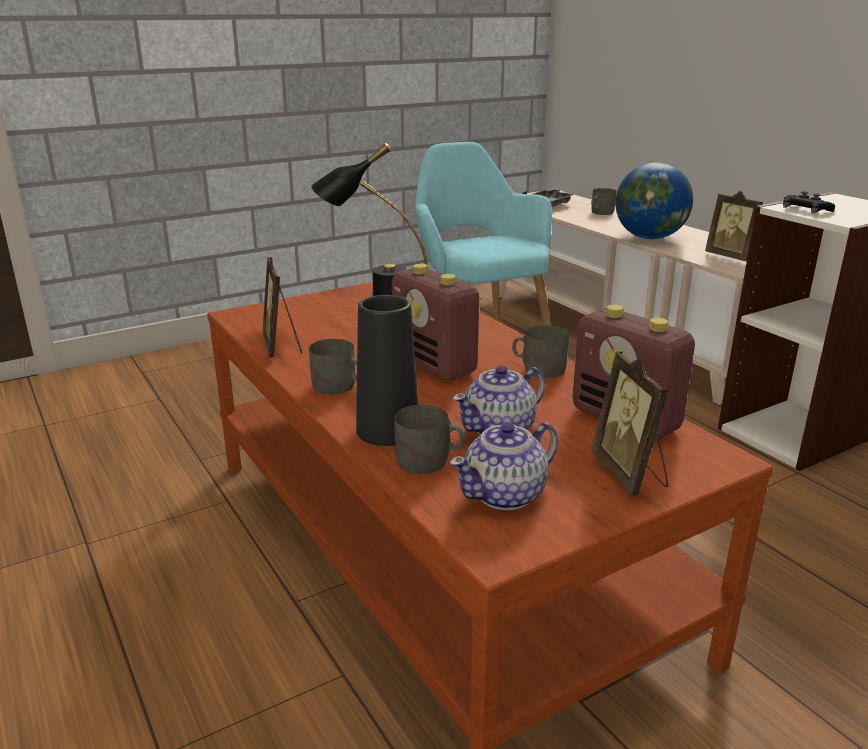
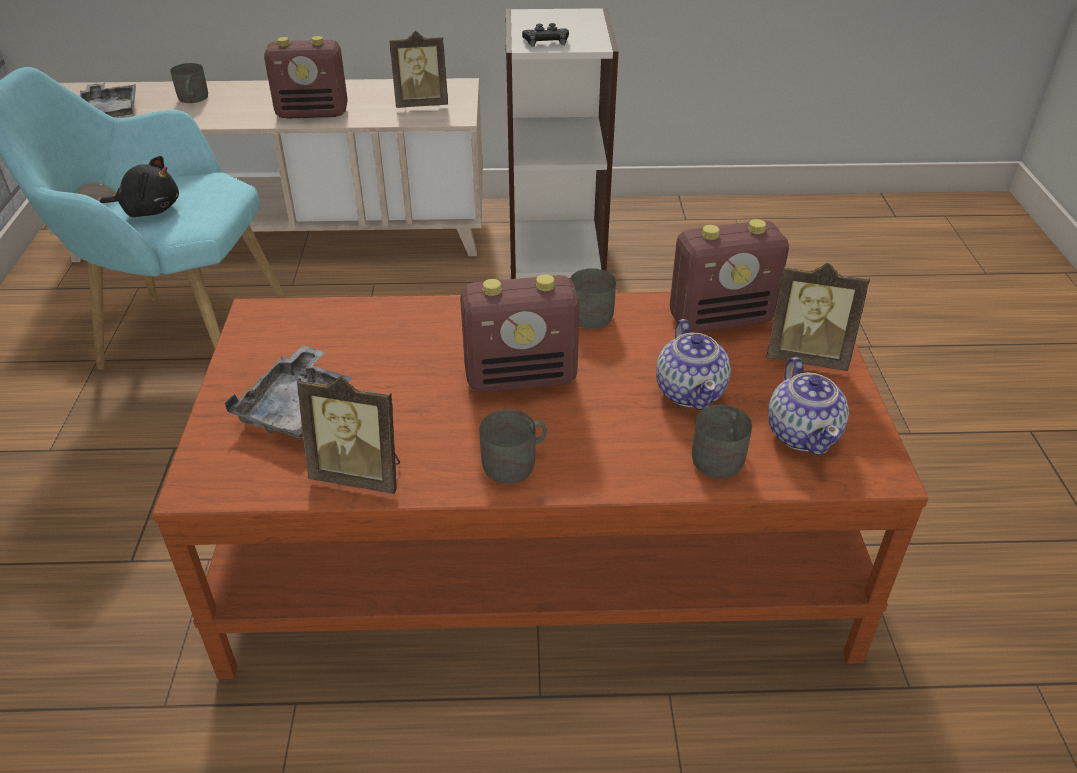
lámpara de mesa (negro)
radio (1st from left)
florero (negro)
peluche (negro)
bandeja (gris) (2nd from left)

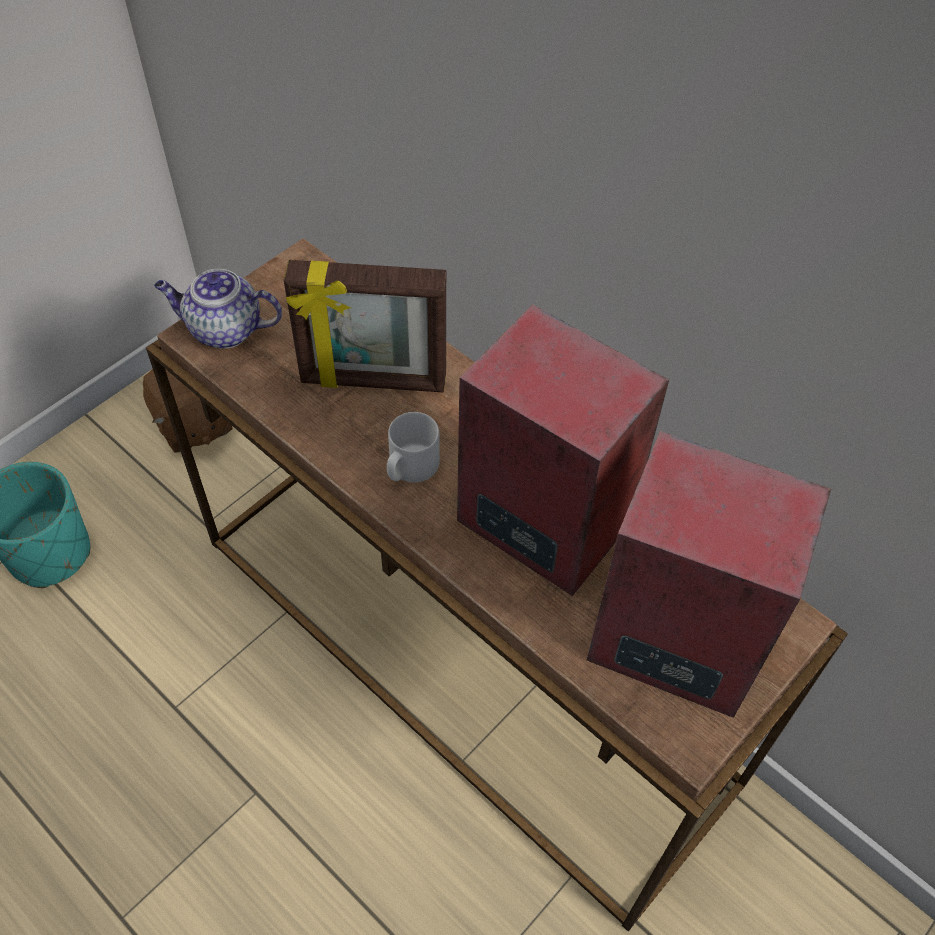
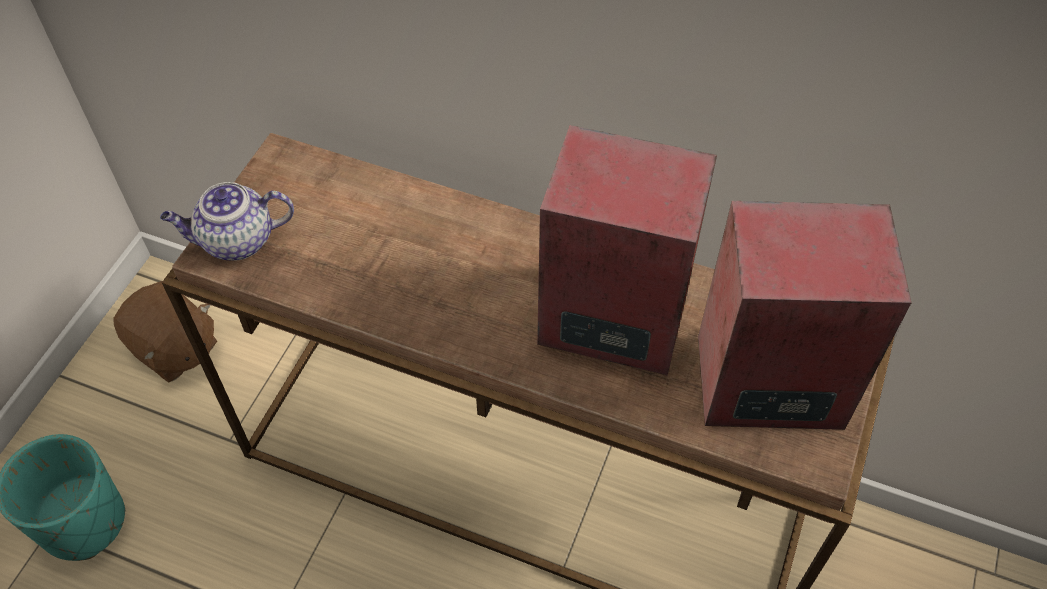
portarretratos
taza grande (gris)

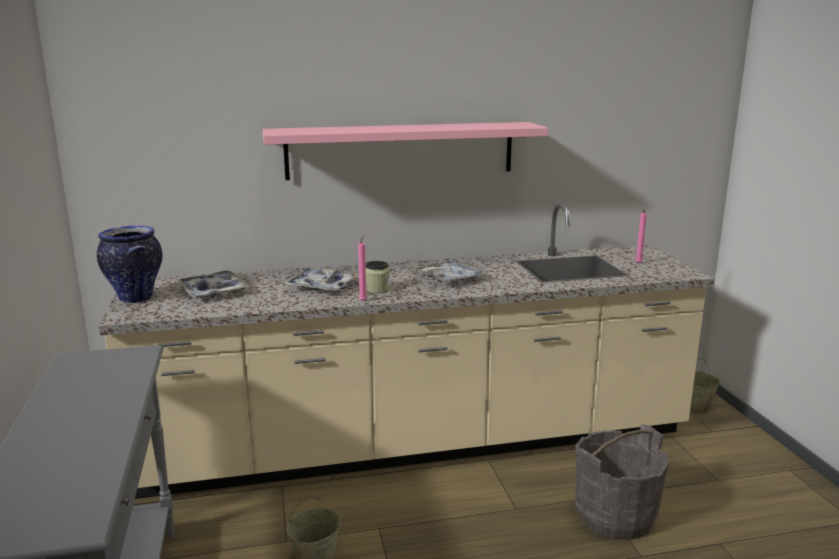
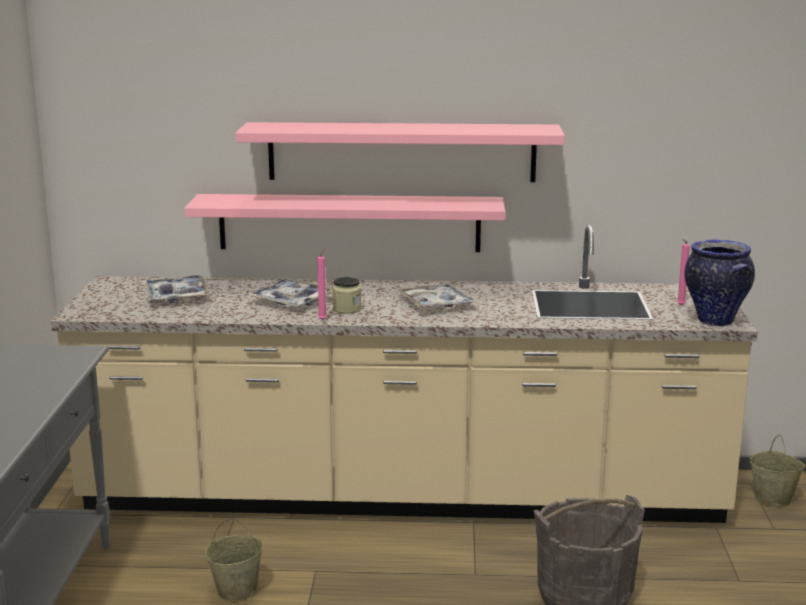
florero
estante (rosa) (1st from left)

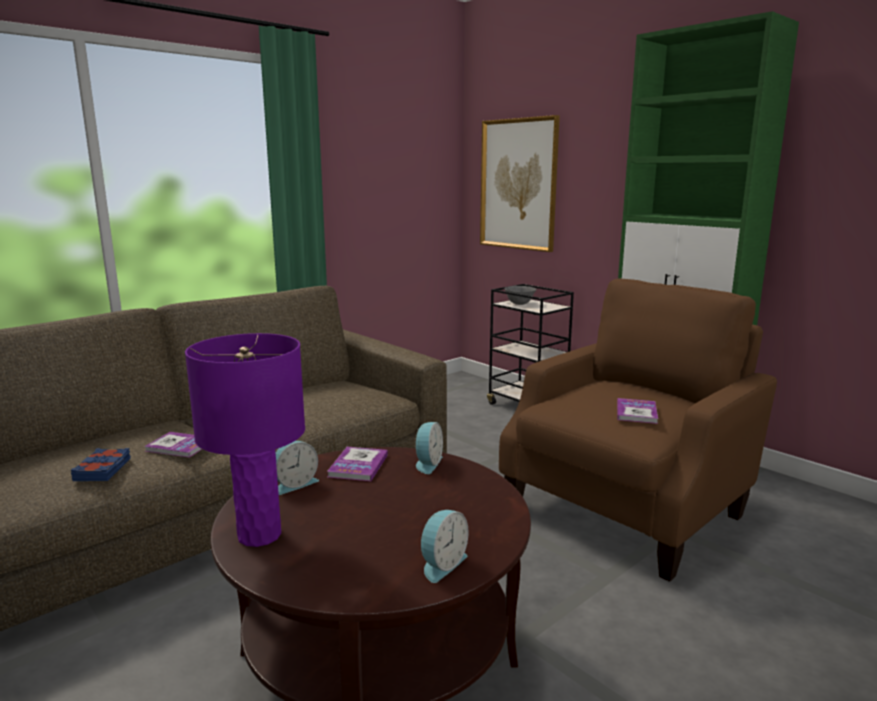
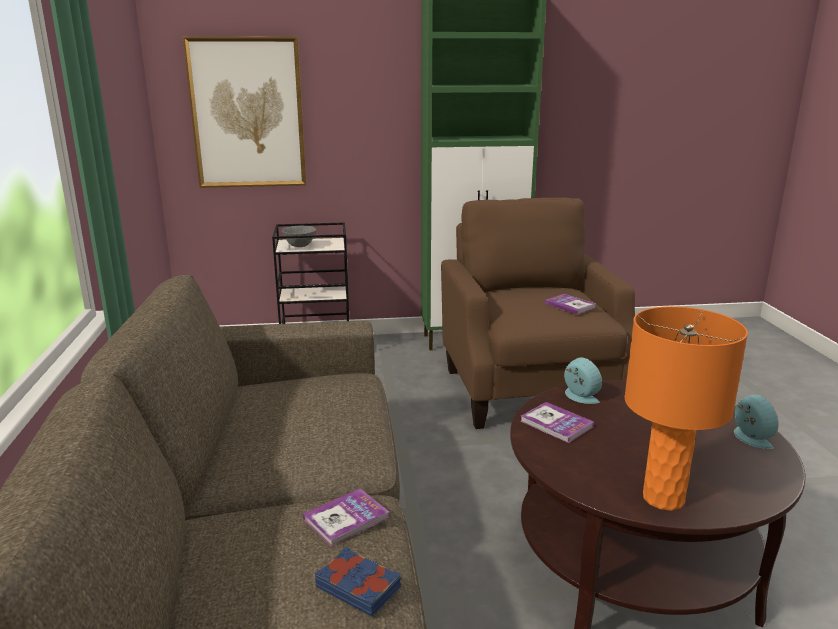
lámpara de mesa (naranja)
despertador (1st from left in the first image)

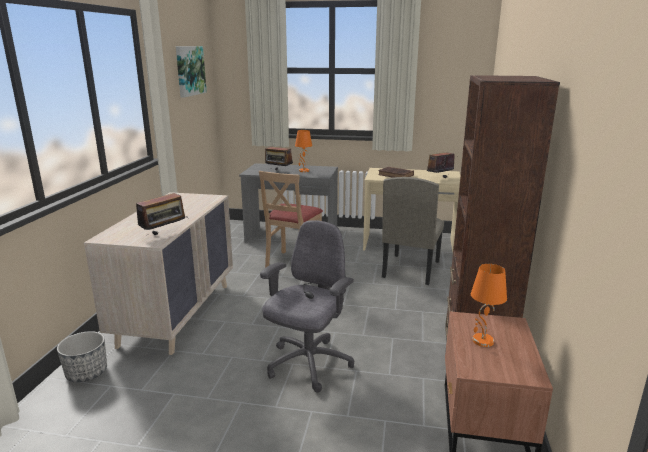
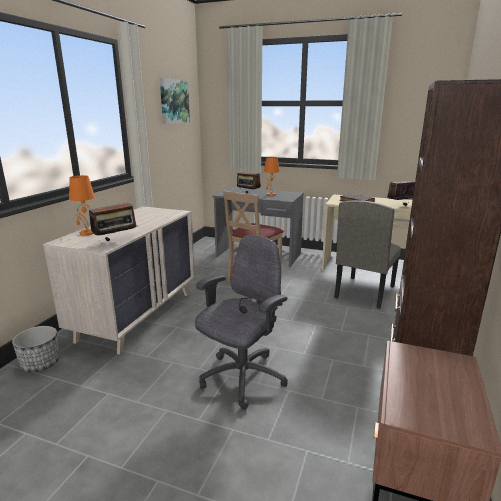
lámpara de mesa (naranja) (1st from left)

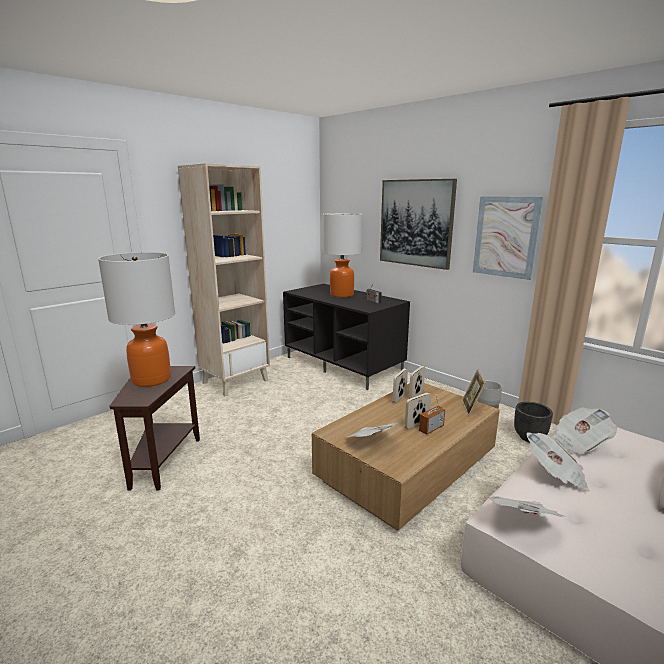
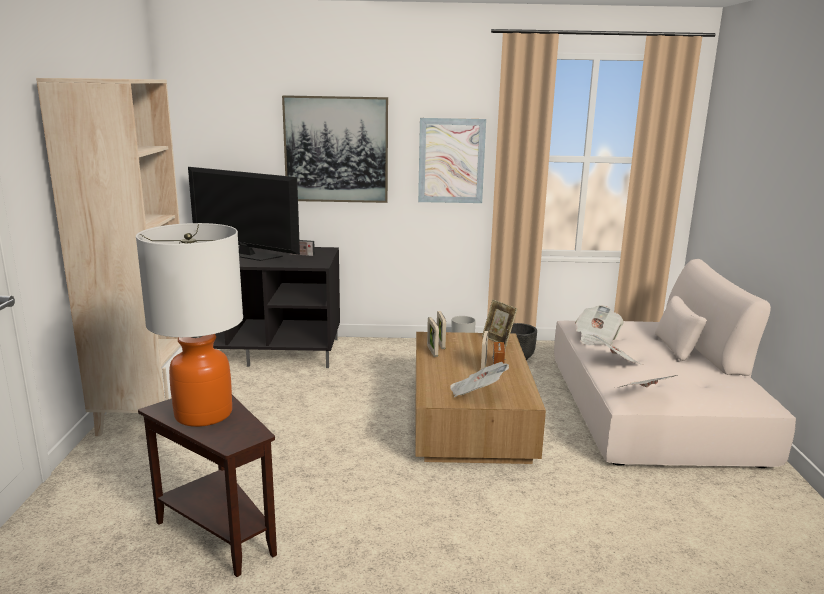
televisor

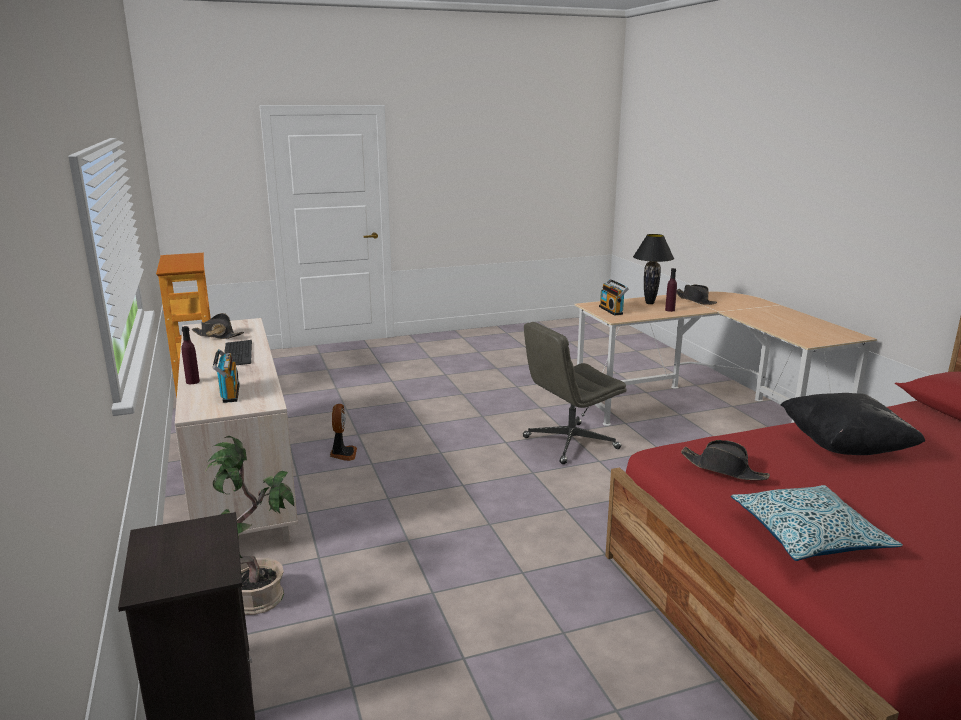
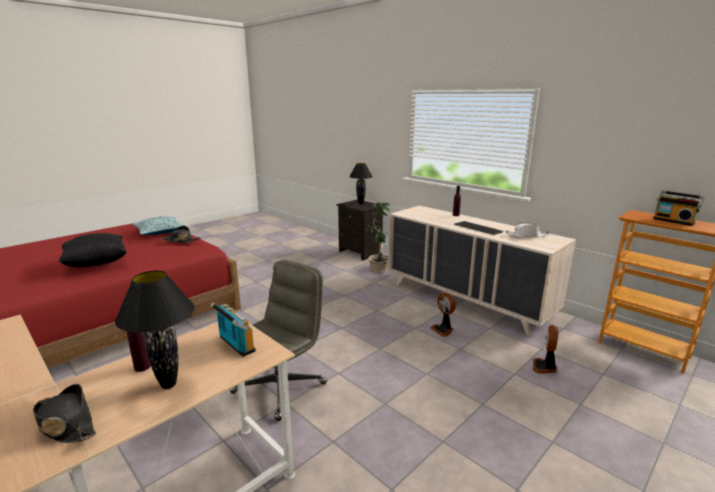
sombrero (blanco)
radio (2nd from left)
lámpara de mesa (negro) (2nd from left)
ventilador (2nd from left)

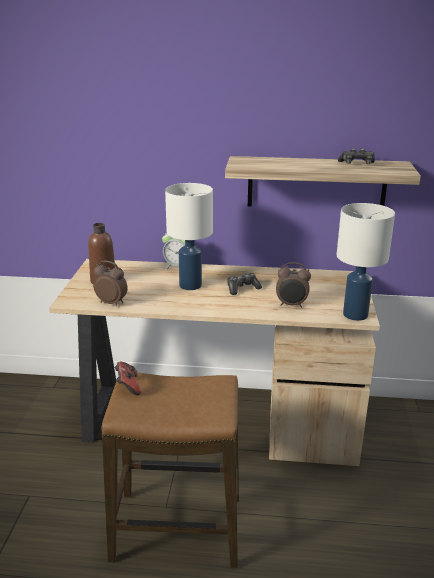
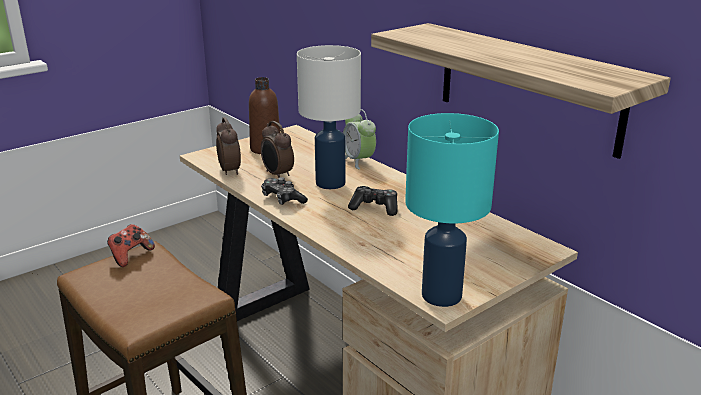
mando de consola (2nd from left)
lámpara de mesa (turquesa)
despertador (2nd from left)

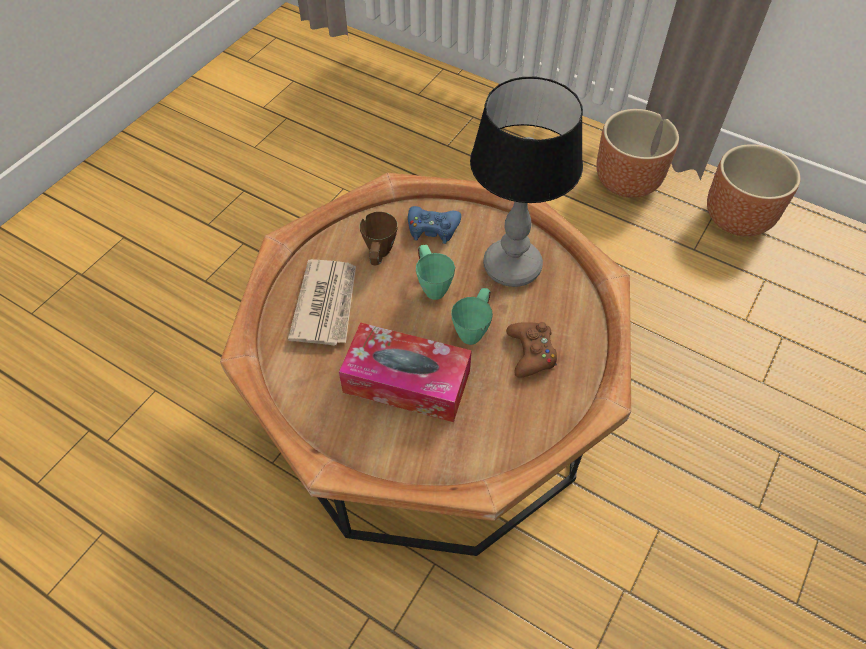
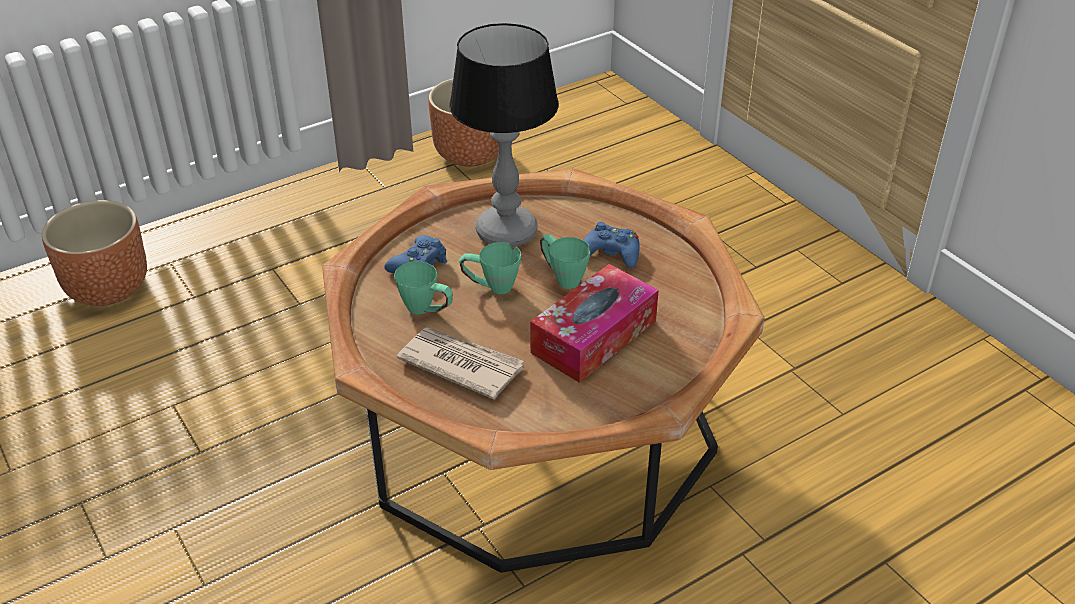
maceta (marrón) (1st from left)
taza grande (verde) (1st from left)
mando de consola (azul) (2nd from left)

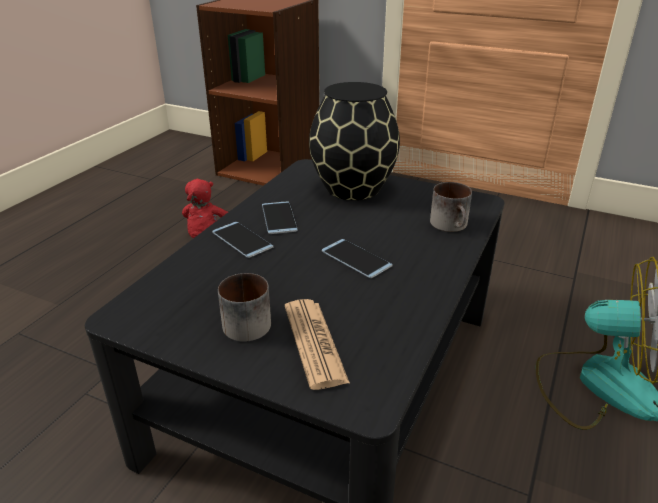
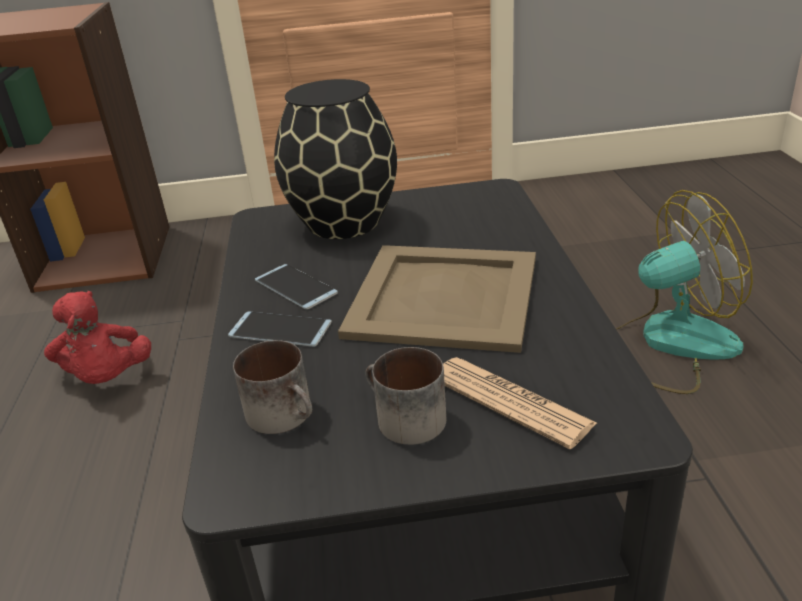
taza grande (1st from left)
bandeja (beis)

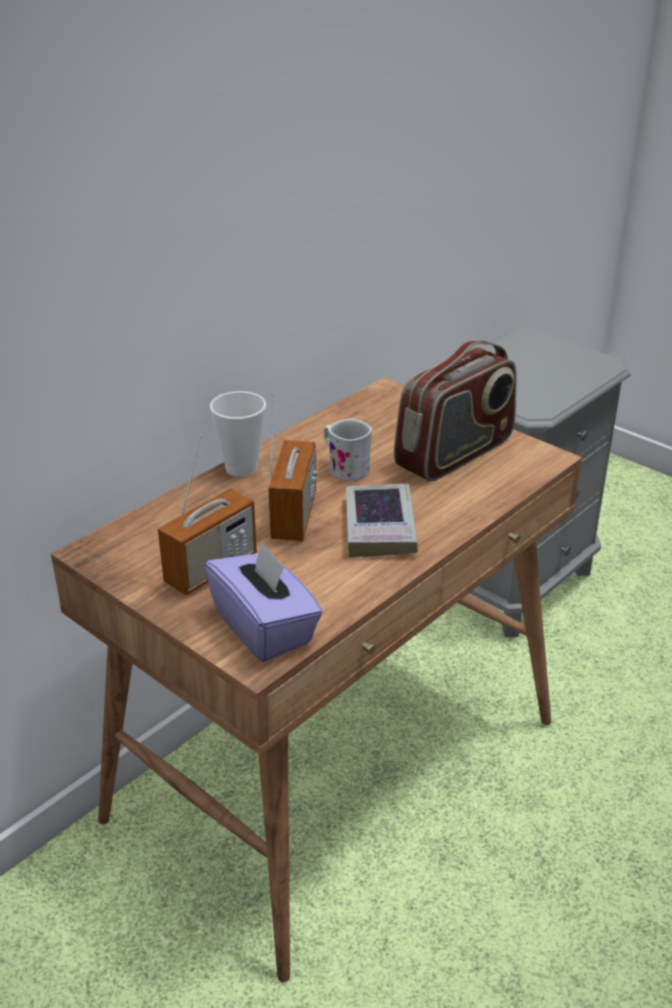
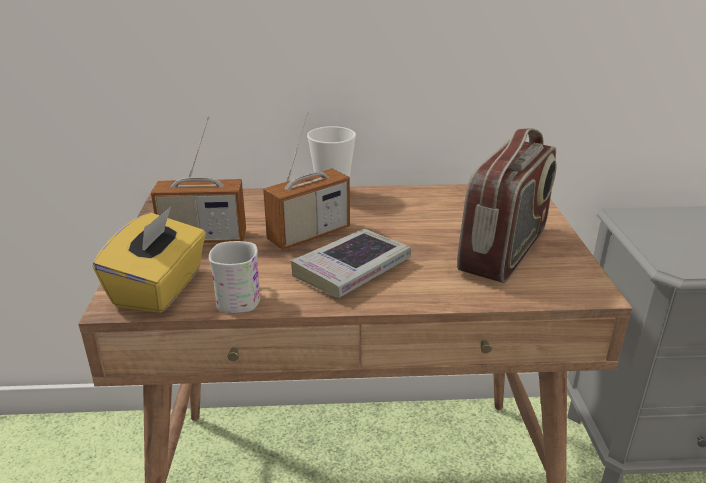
radio (3rd from left)
taza grande (blanco)
caja de pañuelos (amarillo)

